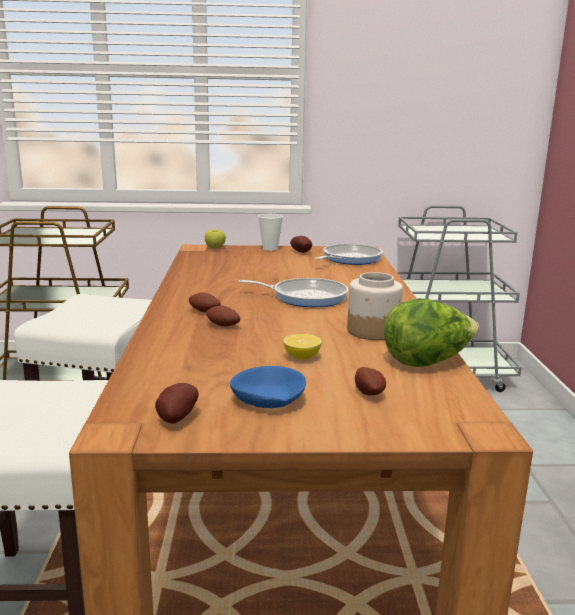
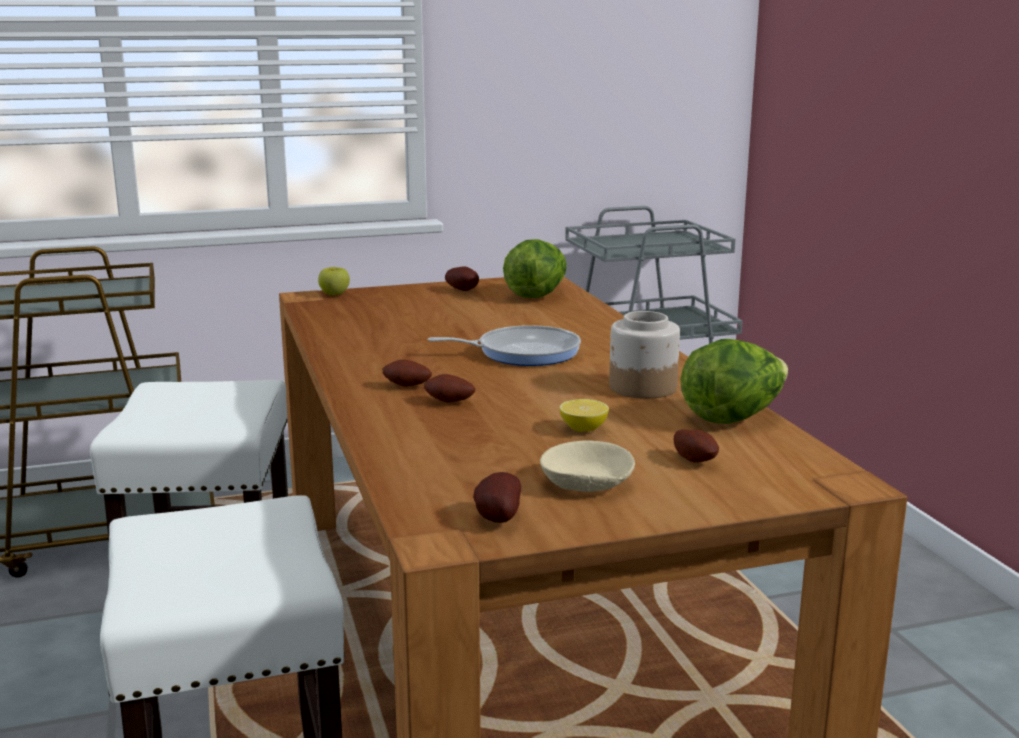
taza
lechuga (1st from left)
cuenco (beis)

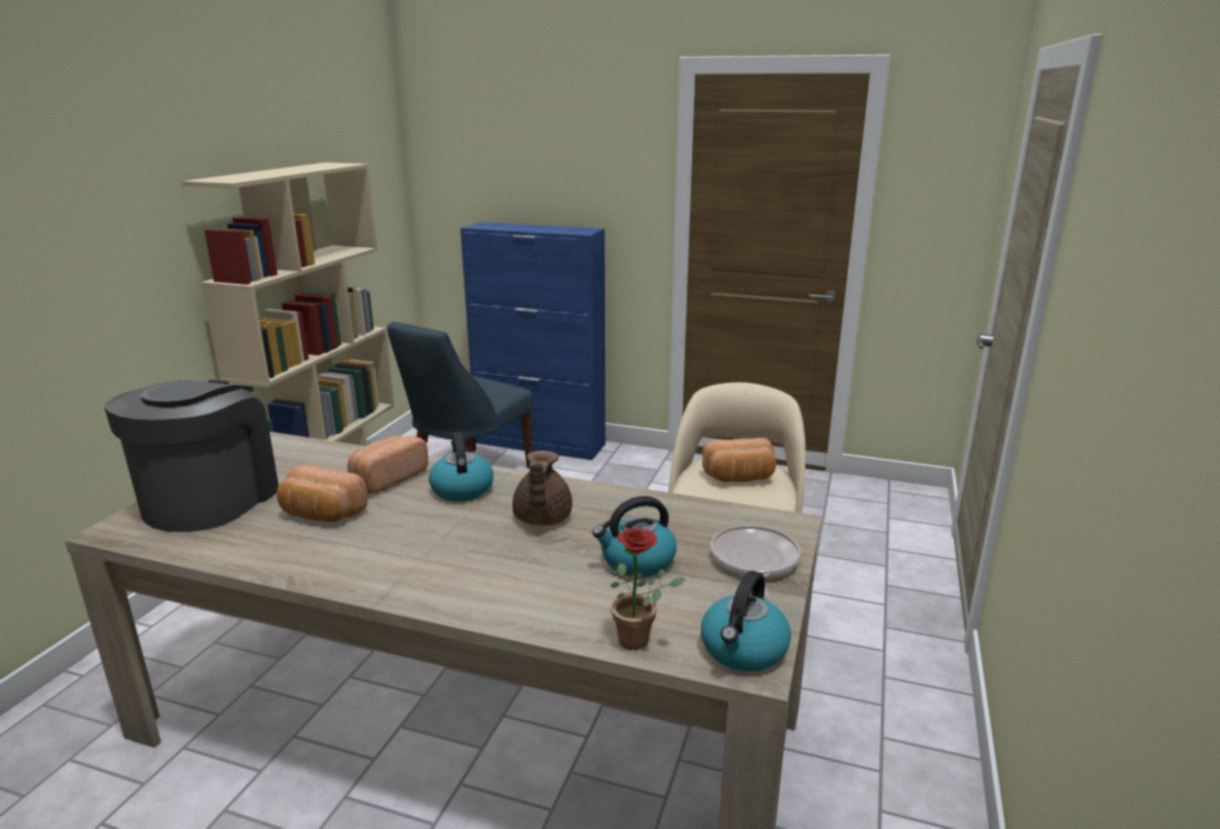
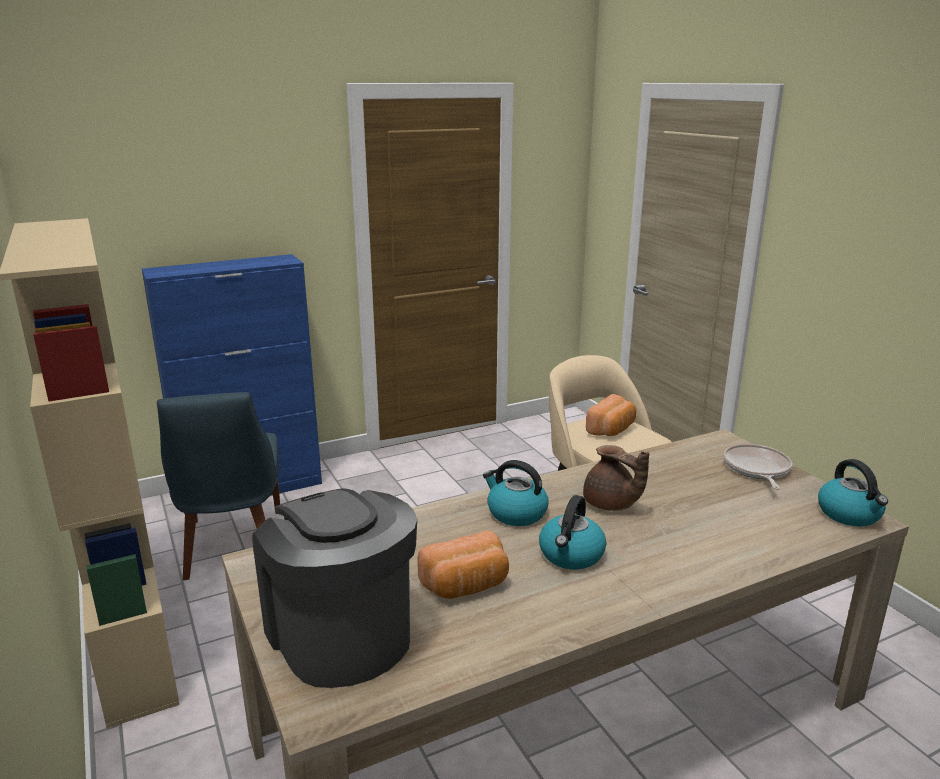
pan (2nd from left in the first image)
hervidor (2nd from left)
sartén
planta en maceta

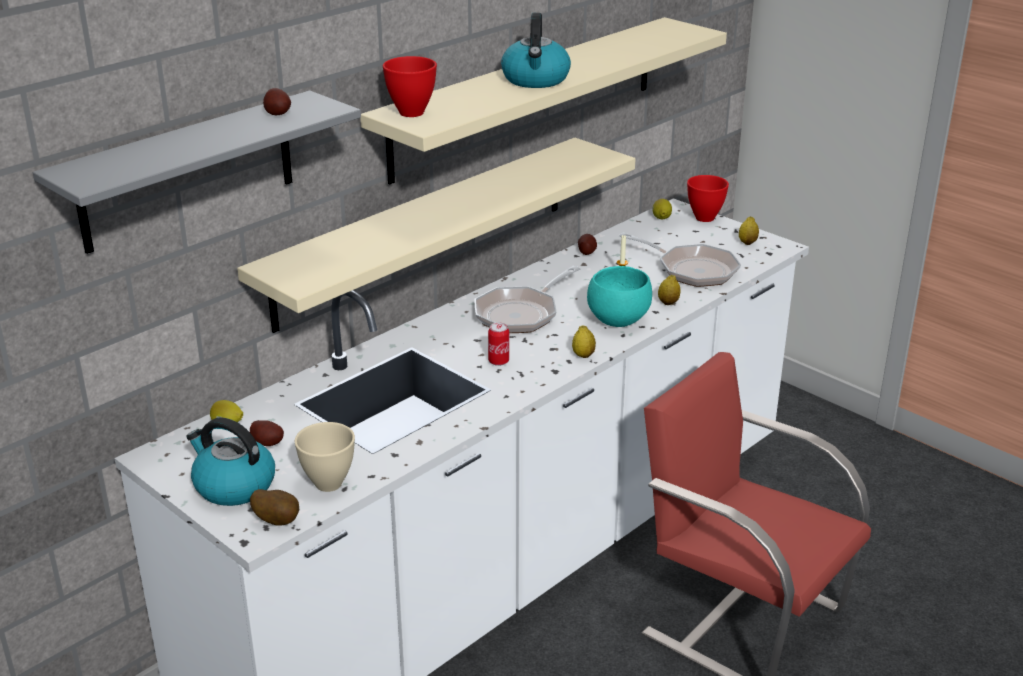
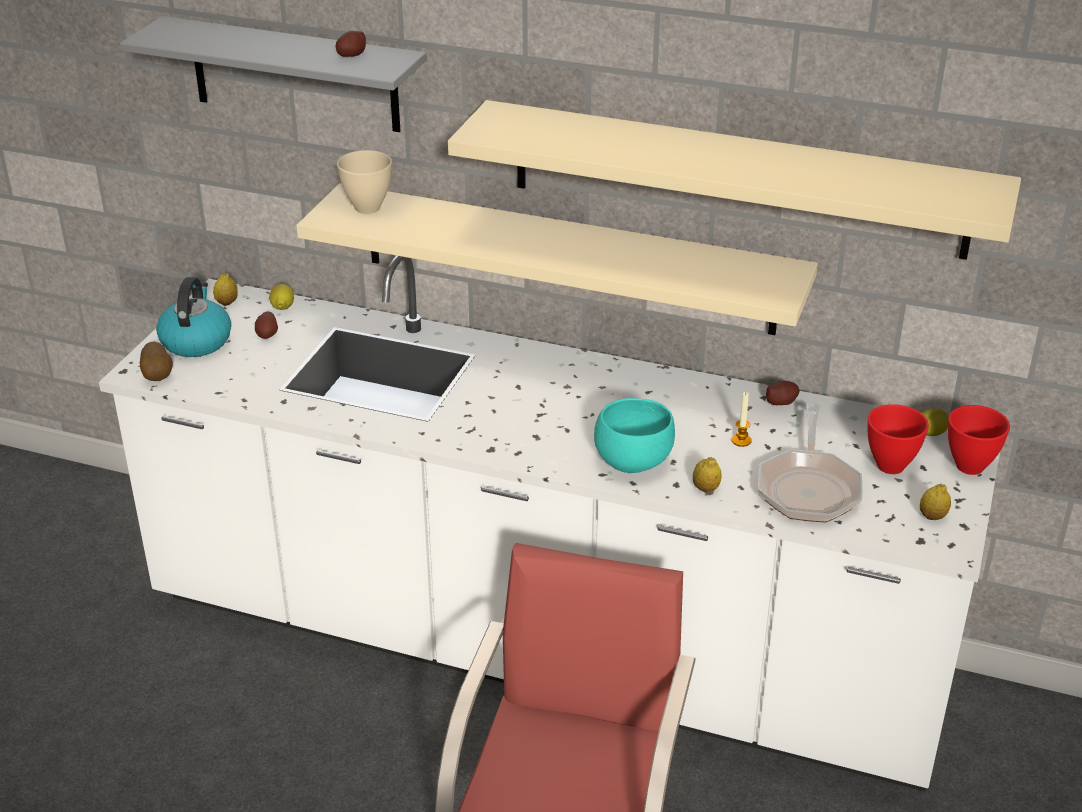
hervidor (2nd from left in the first image)
cuenco (rojo) (1st from left)
sartén (1st from left in the first image)
lata
limón (1st from left)
cuenco (beis)

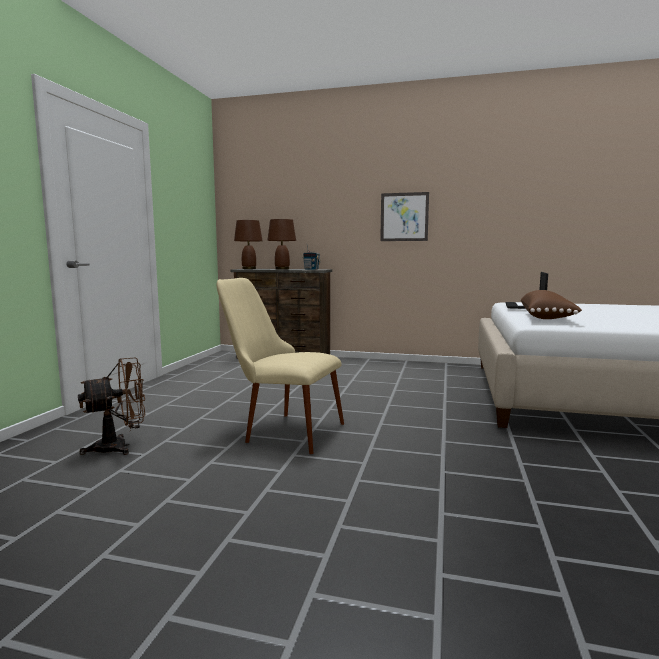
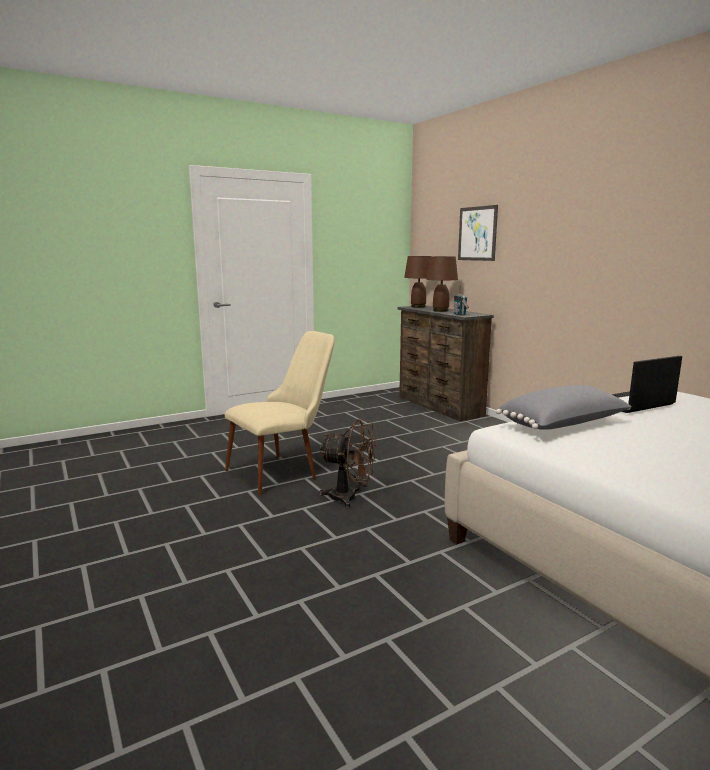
cuadro
silla (beis)
cojín (gris)
ventilador (marrón)

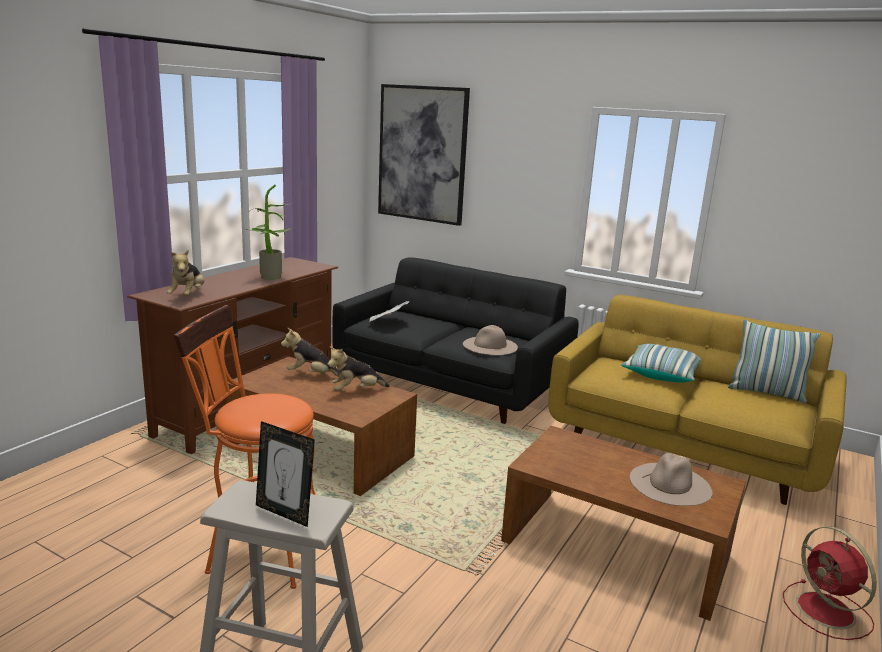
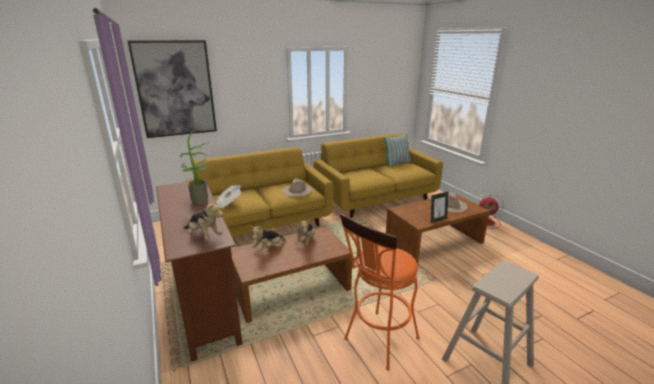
sofá (amarillo) (1st from left)
cojín (1st from left in the first image)
portarretratos

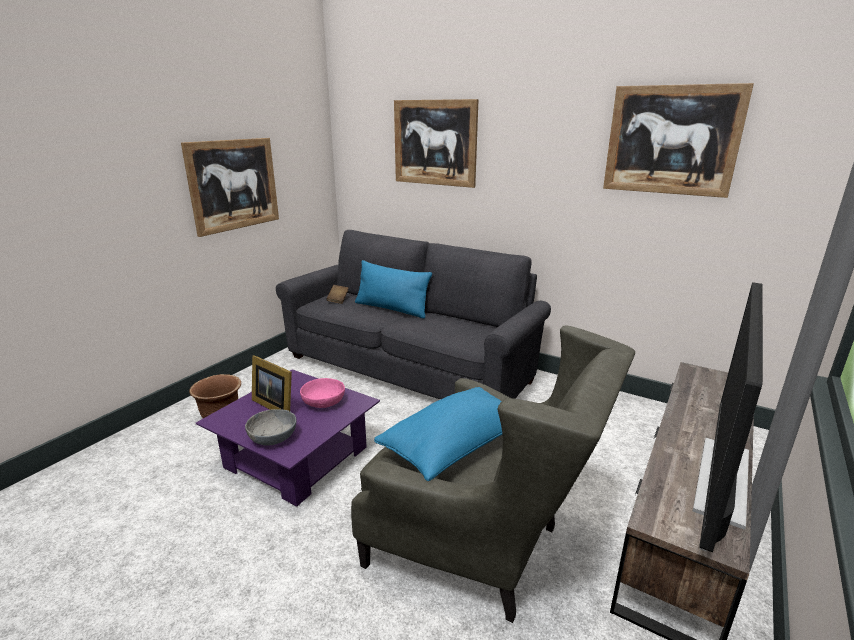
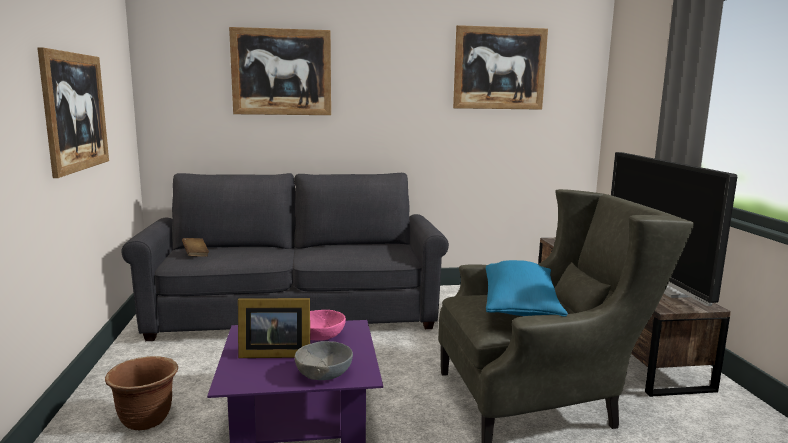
cojín (azul) (1st from left in the first image)

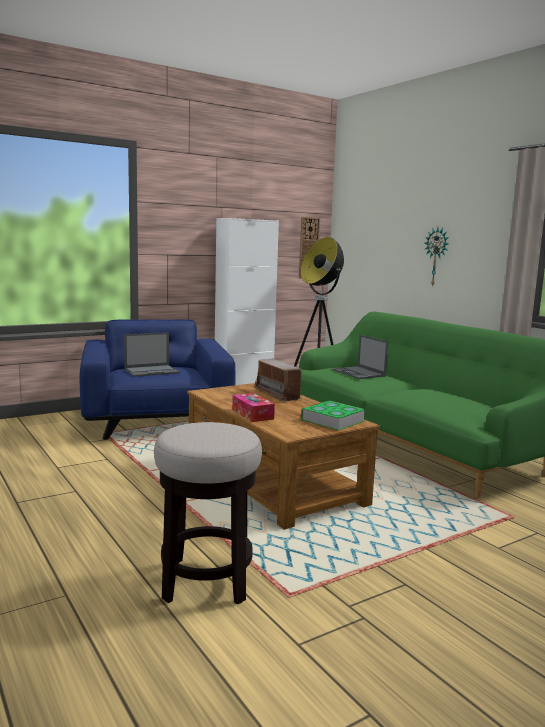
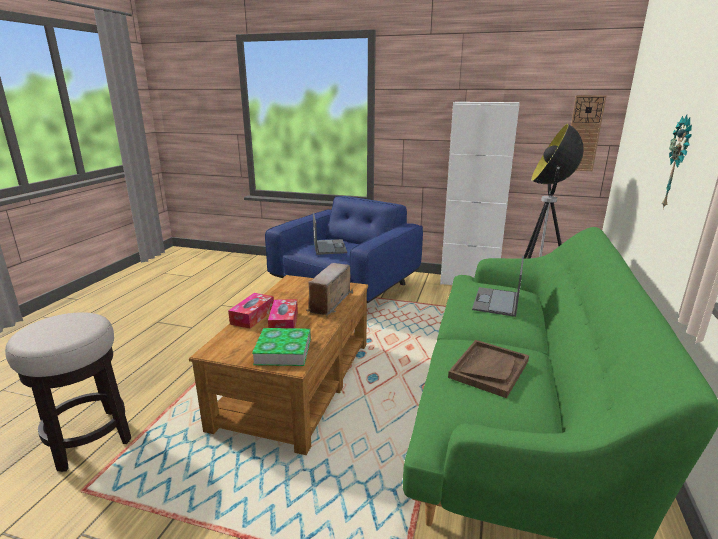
portátil (1st from left)
caja de pañuelos (2nd from left)
bandeja (marrón)

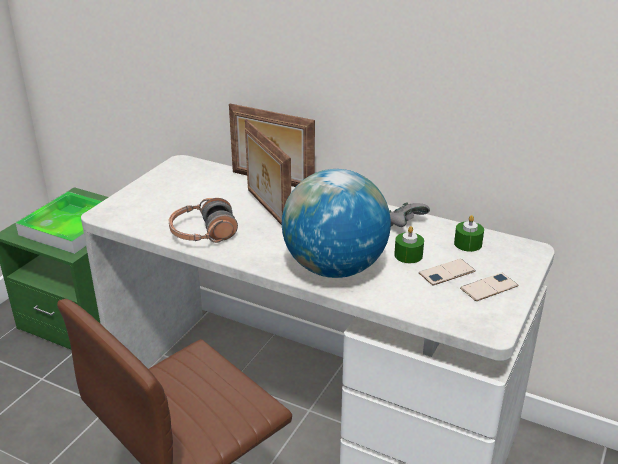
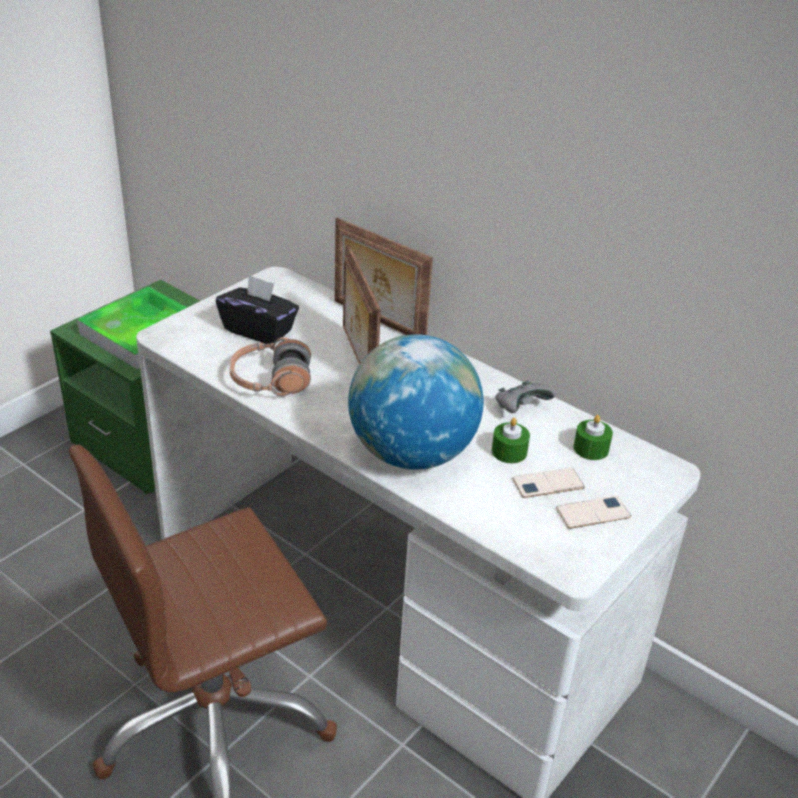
caja de pañuelos (negro)

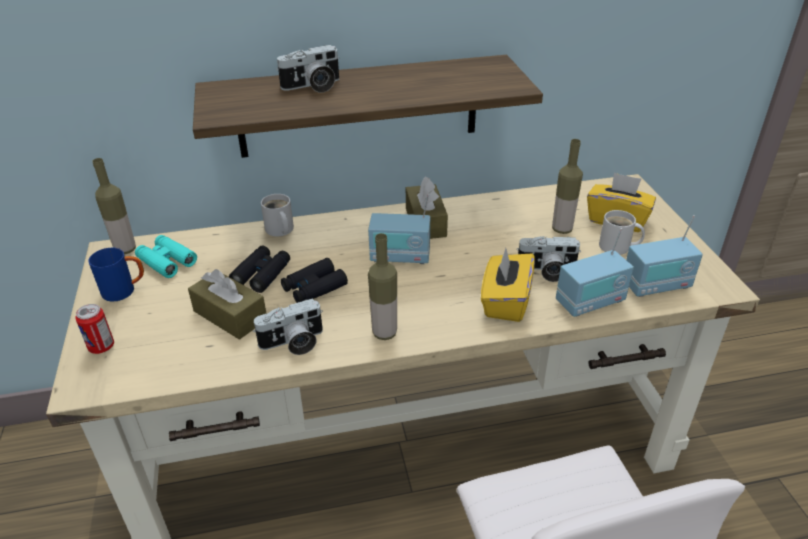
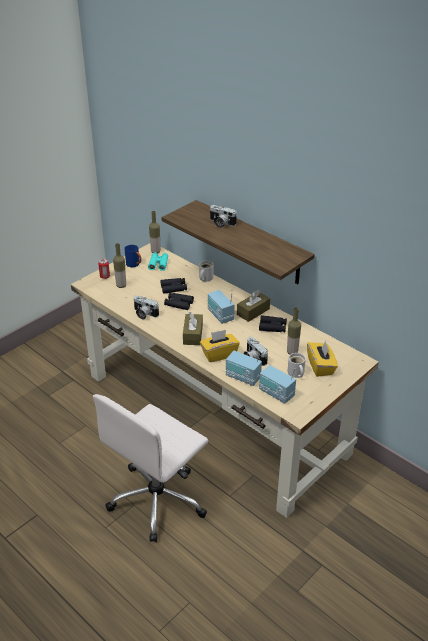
botella (1st from left)
caja de pañuelos (marrón) (1st from left)
prismáticos (negro) (3rd from left)

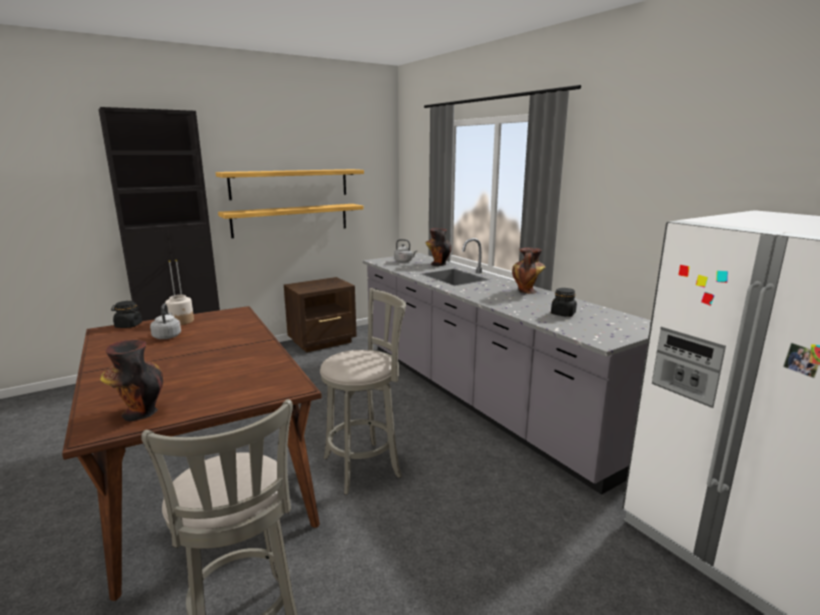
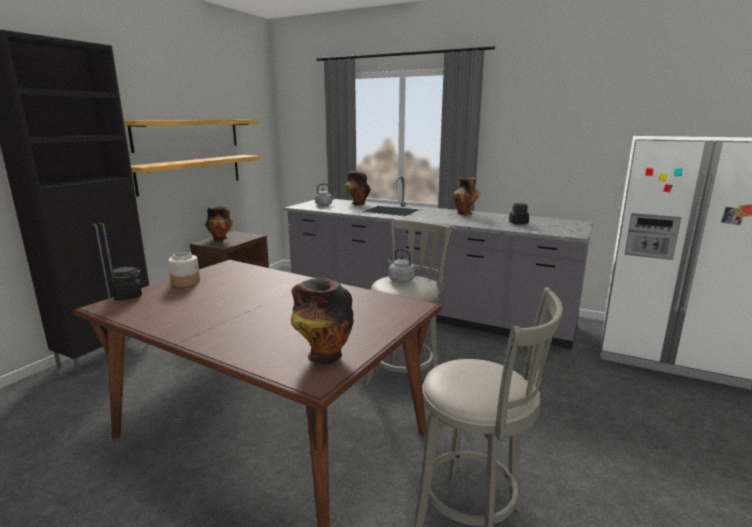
hervidor (gris) (2nd from left)
florero (1st from left)

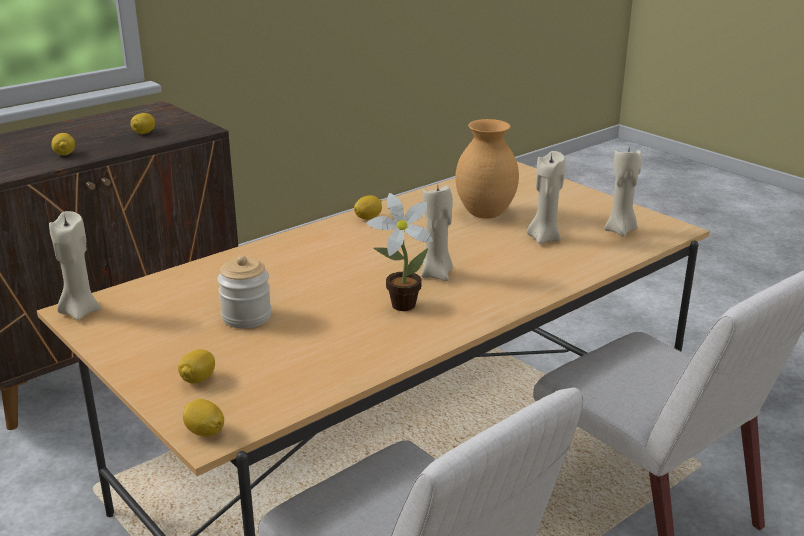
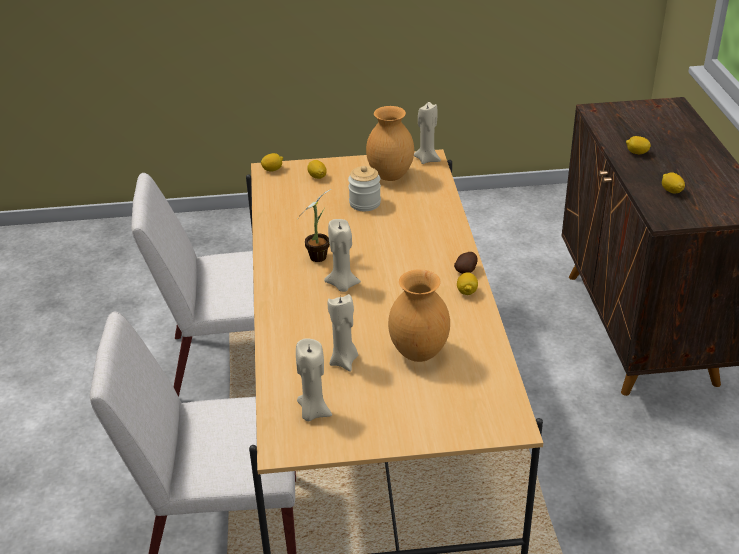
florero (marrón) (1st from left)
patata

